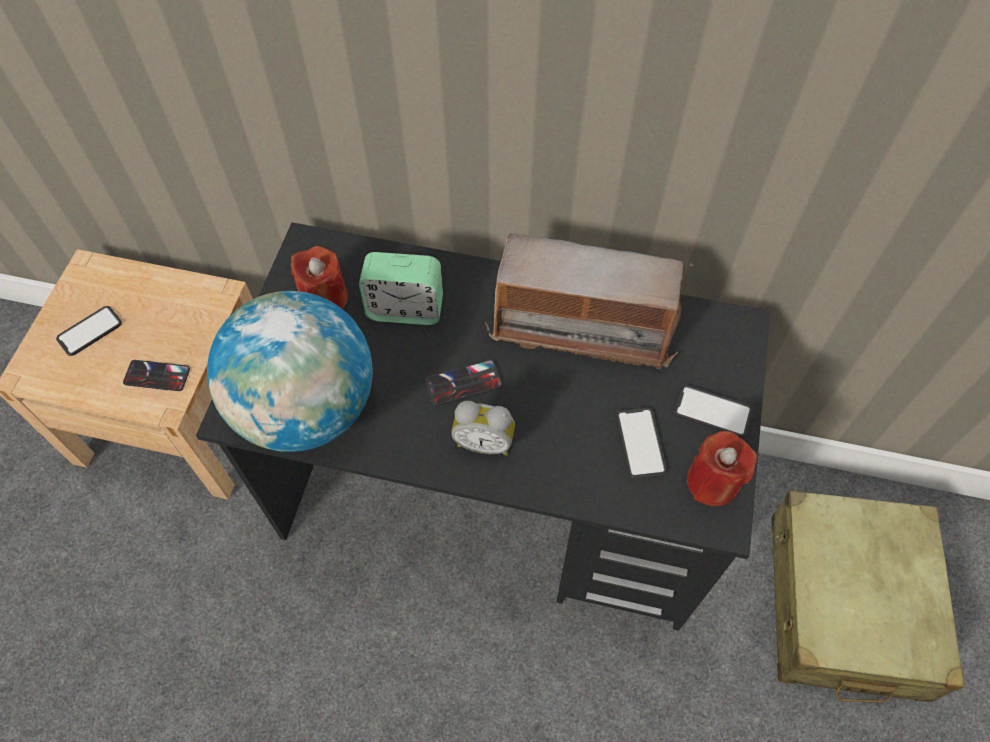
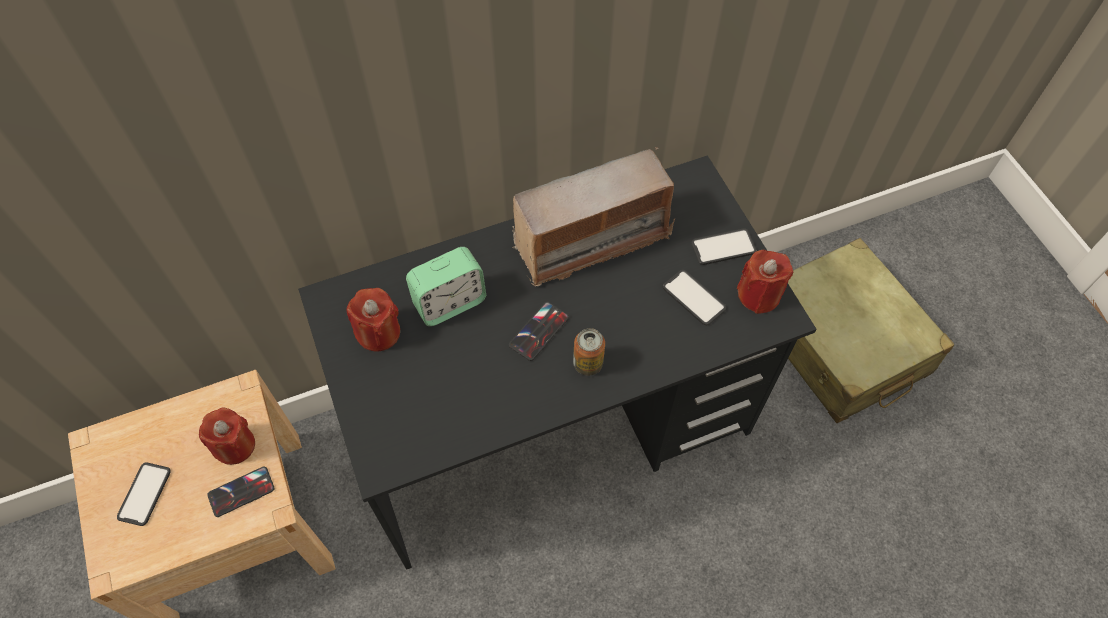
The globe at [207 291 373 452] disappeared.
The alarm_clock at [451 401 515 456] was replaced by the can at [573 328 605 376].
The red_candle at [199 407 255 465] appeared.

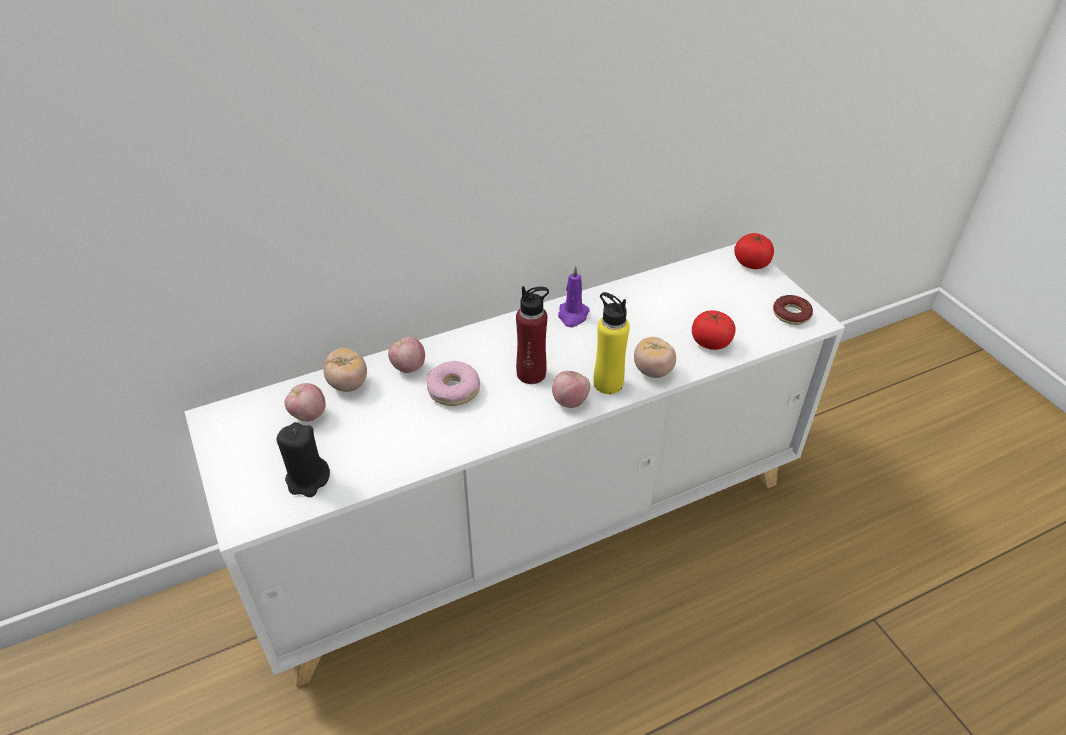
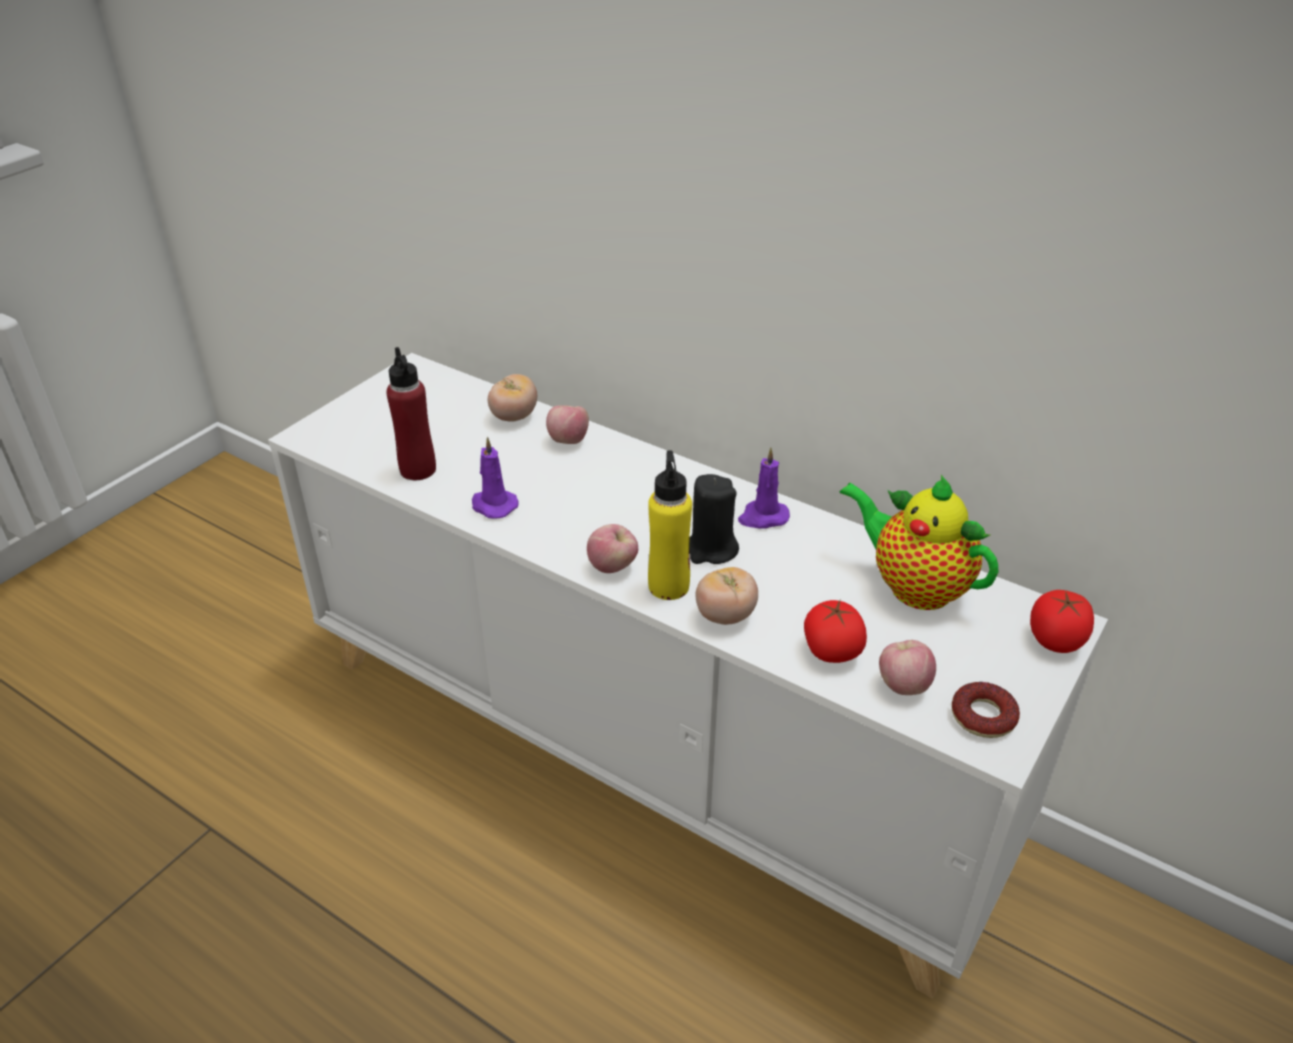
The red_bottle moved from [516 286 549 384] to [386 347 436 480].
The donut at [426 361 480 406] disappeared.
The apple moved from [285 383 326 421] to [879 640 936 695].
The black_candle moved from [277 422 330 497] to [689 474 739 564].
The purple_candle at [472 437 518 518] appeared.
The teapot at [839 475 998 610] appeared.

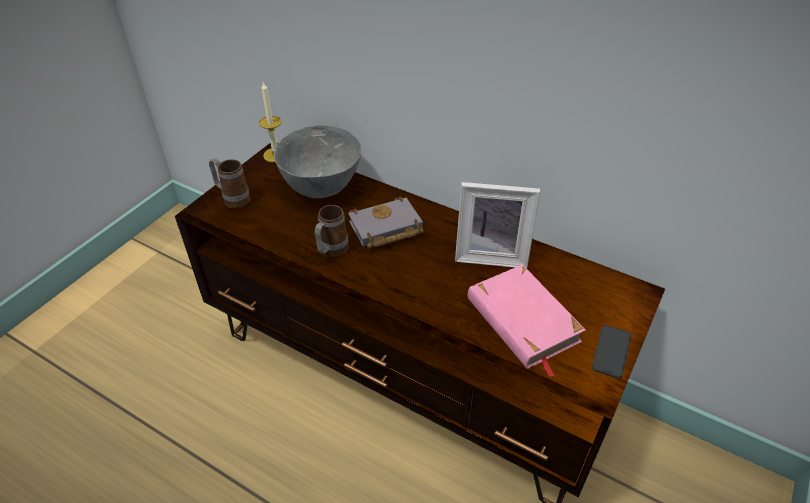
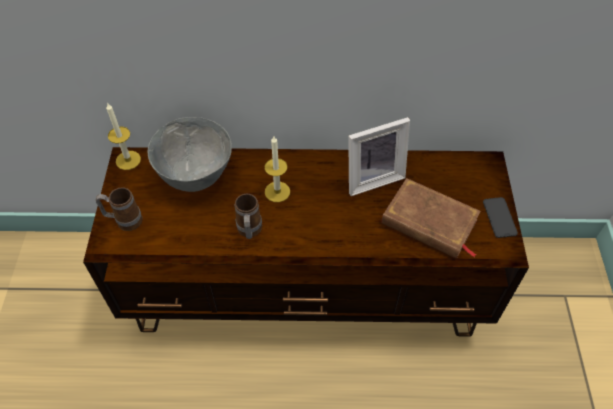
The grey_book at [348 197 424 249] was replaced by the candle at [264 136 290 202].
The pink_book at [468 264 585 378] became the brown_book at [381 178 481 259].

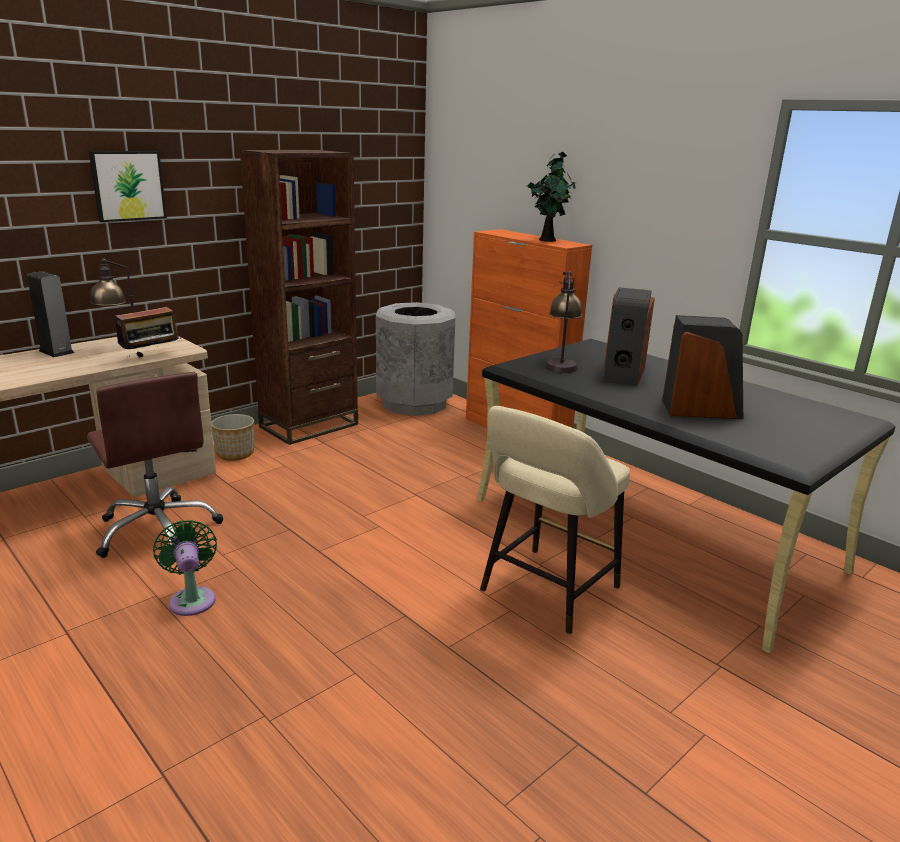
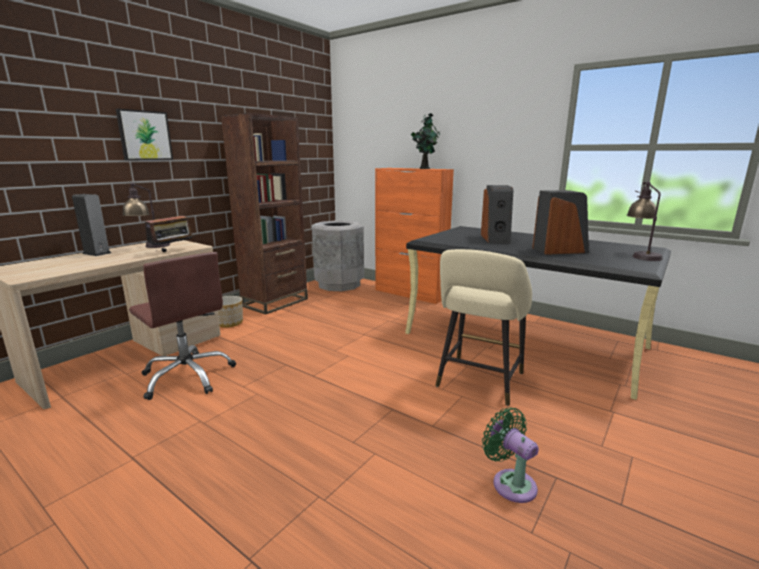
The table_lamp moved from [545 271 582 373] to [627 181 663 261].
The green_fan moved from [153 520 217 616] to [482 407 539 503].

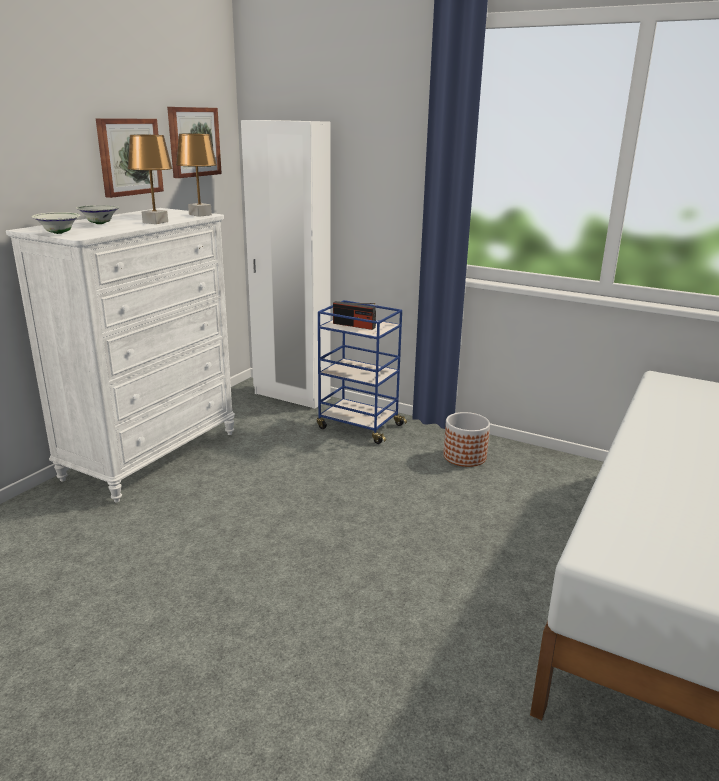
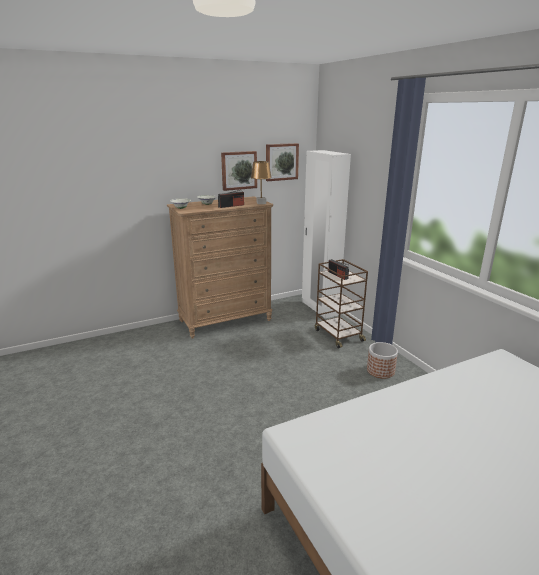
The brown_table_lamp at [128 135 172 224] was replaced by the radio at [218 190 244 208].
The white_dresser at [6 208 235 503] became the brown_dresser at [167 196 273 338].
The blue_cart at [317 300 407 444] became the brown_cart at [315 259 368 348].

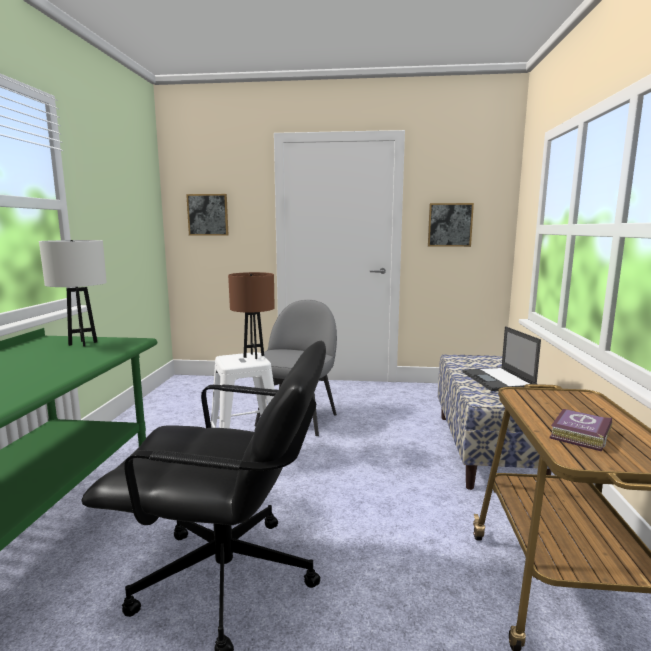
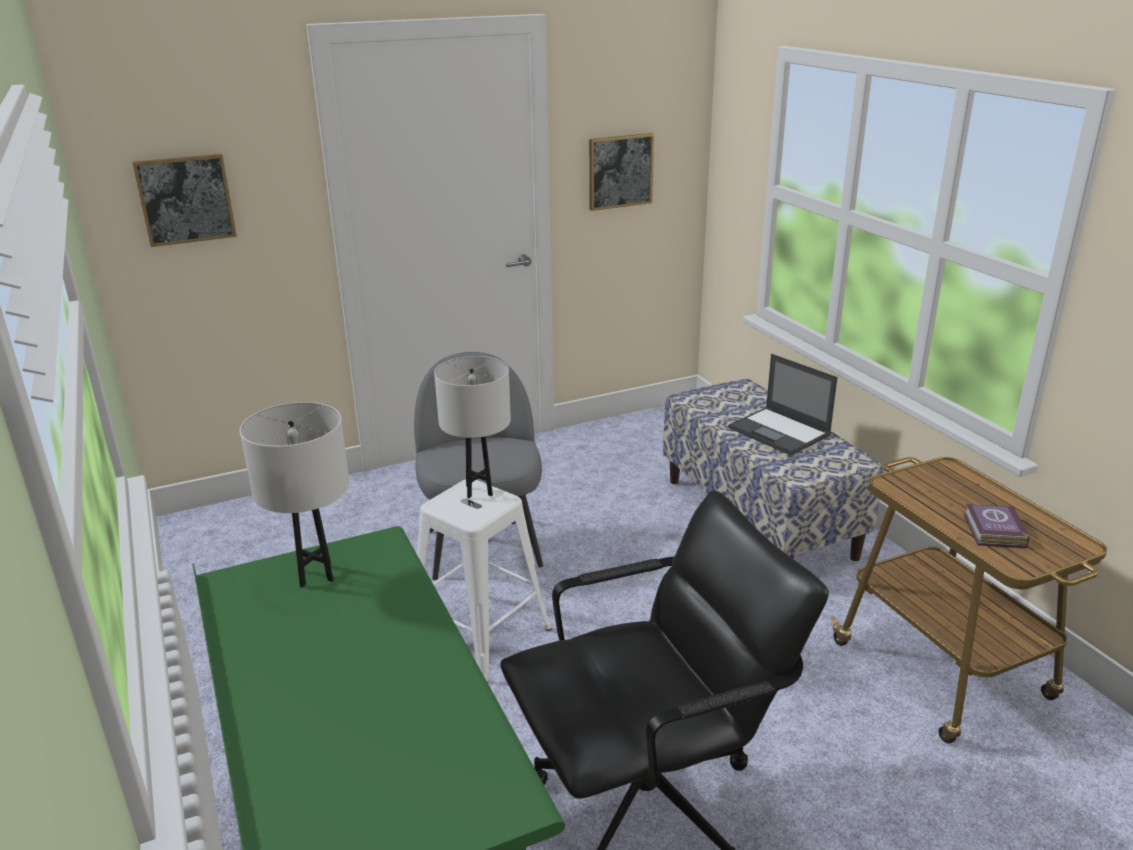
The brown_table_lamp at [228 272 275 359] became the white_table_lamp at [434 356 511 498].

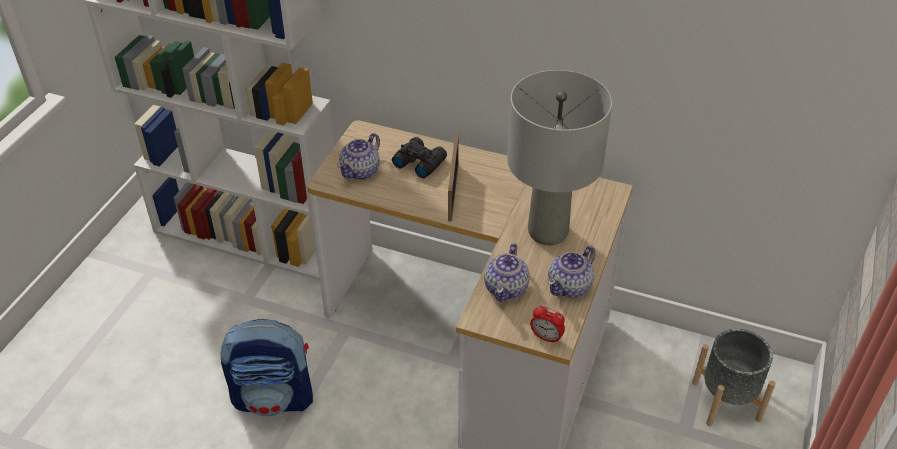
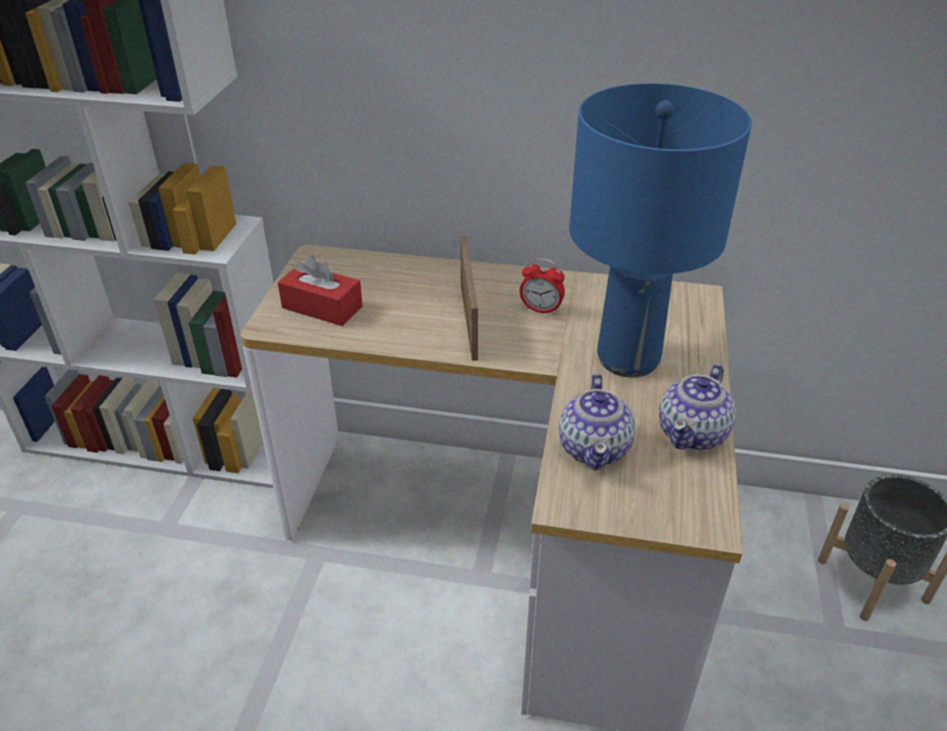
The grey_table_lamp at [507 70 612 245] became the blue_table_lamp at [569 83 752 378].
The teapot at [337 133 380 180] was replaced by the red_tissue_box at [278 255 363 326].
The black_binoculars at [392 137 447 178] disappeared.
The alarm_clock moved from [530 305 565 344] to [520 258 565 315].
The backpack at [220 319 313 417] disappeared.

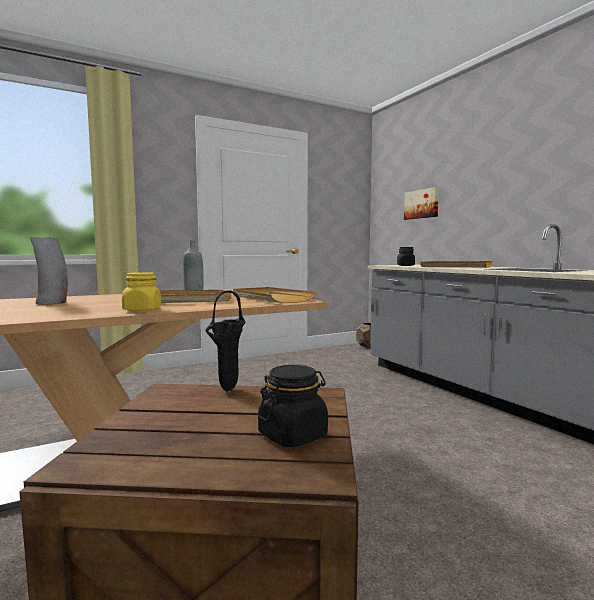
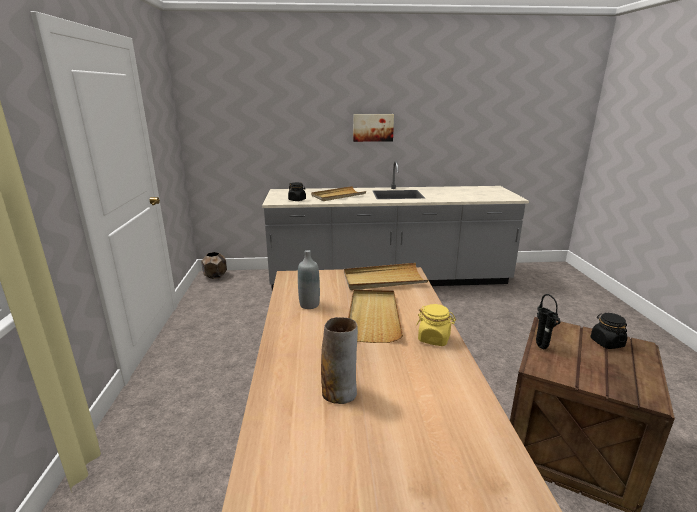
The picture moved from [404 187 439 220] to [353 114 394 142].

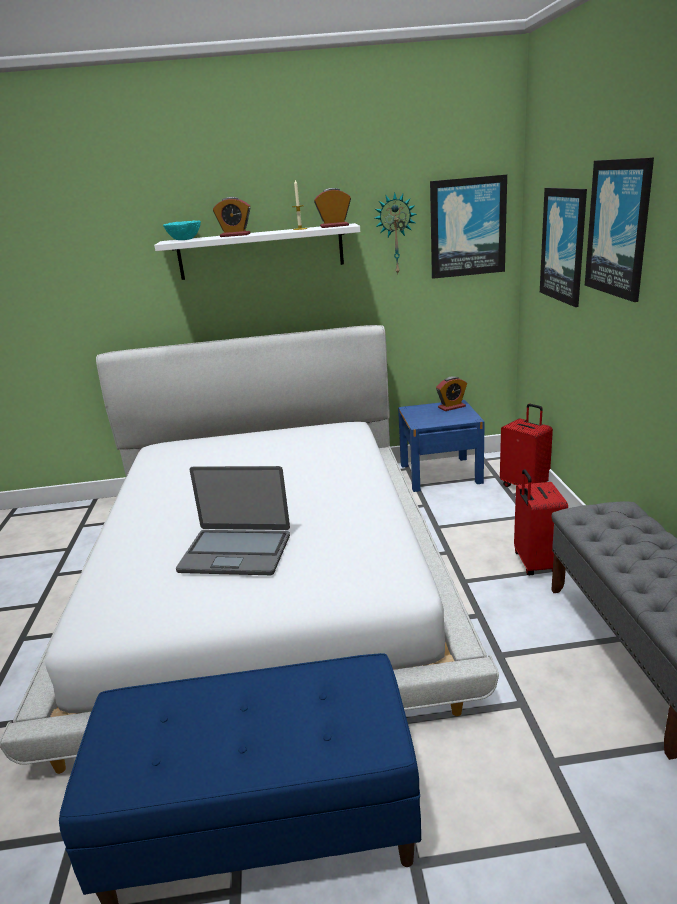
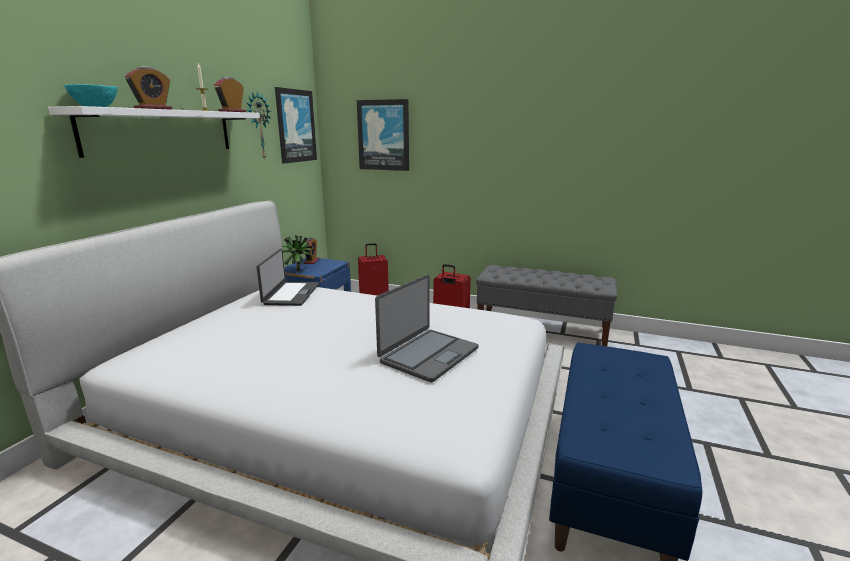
The picture at [585 157 654 302] disappeared.
The potted_plant at [282 235 313 271] appeared.
The laptop at [256 249 319 306] appeared.

